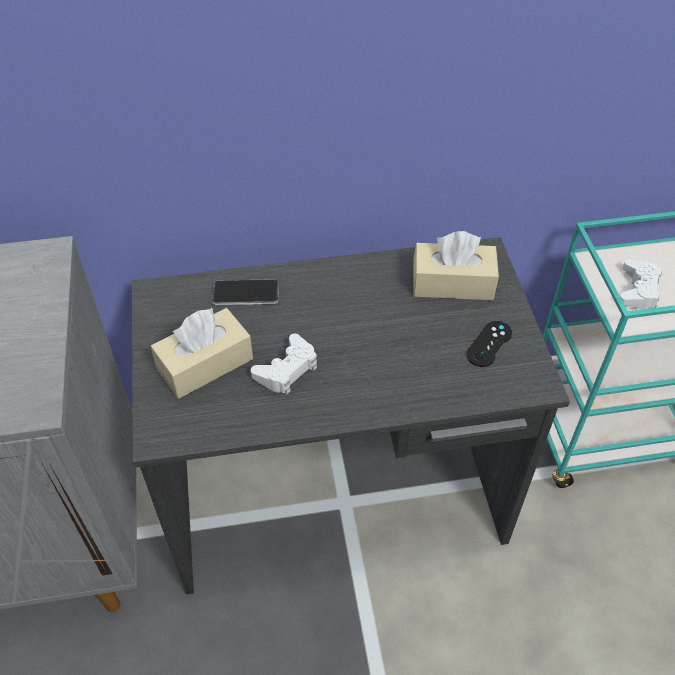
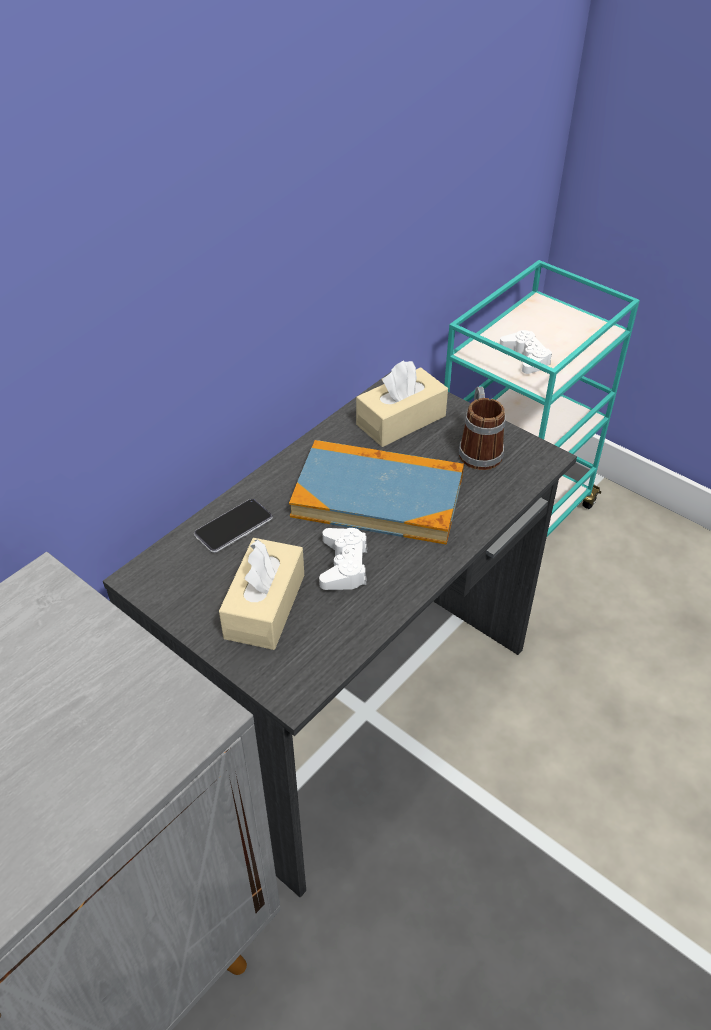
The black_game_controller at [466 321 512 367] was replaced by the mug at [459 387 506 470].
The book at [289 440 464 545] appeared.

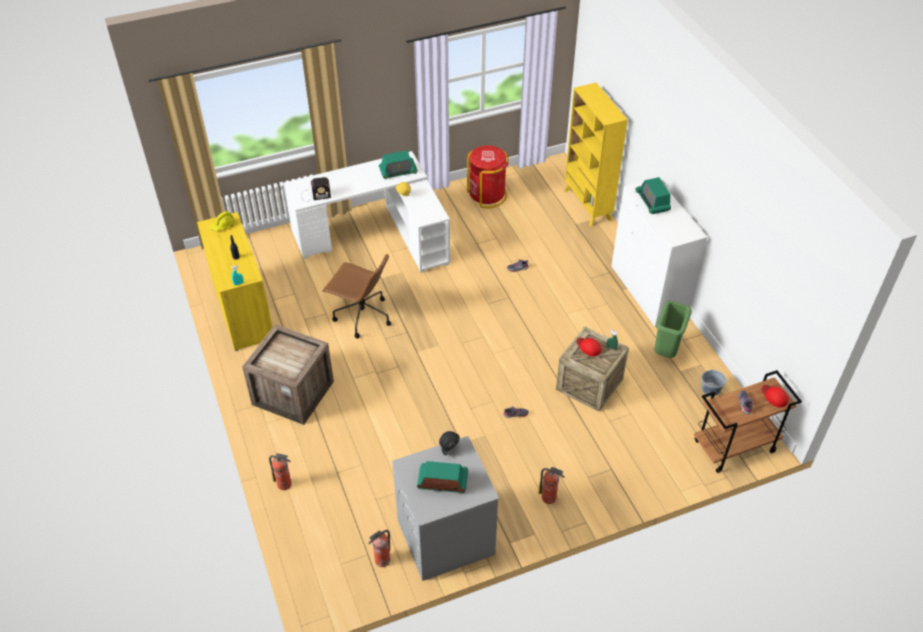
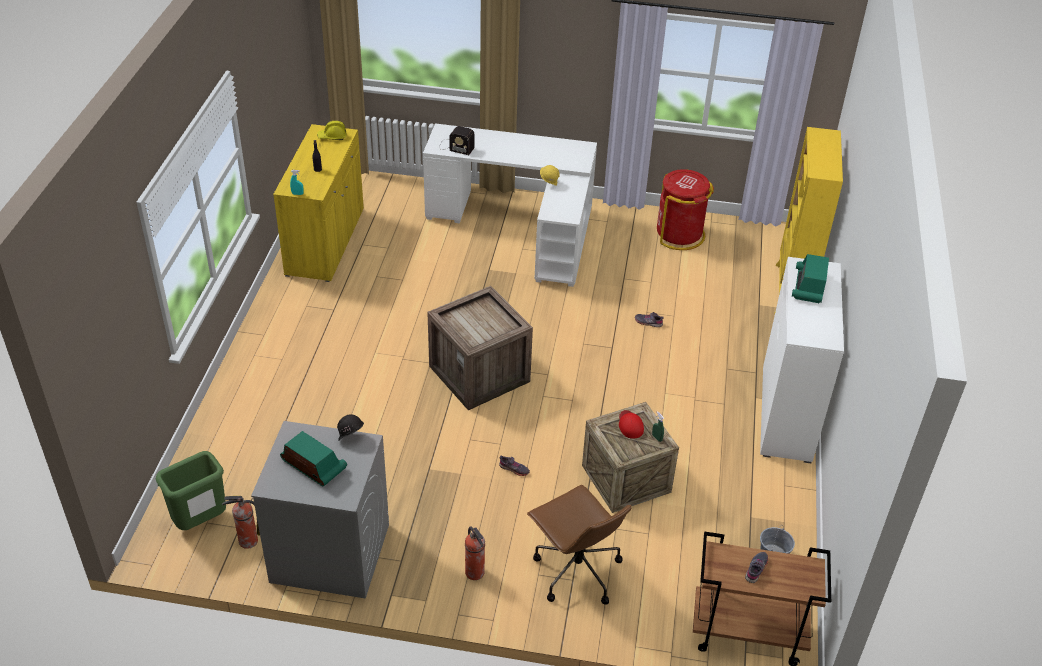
The radio at [379 150 418 179] disappeared.
The brown_office_chair moved from [323 254 391 338] to [527 485 632 605].
The green_trash_can moved from [655 301 692 358] to [156 451 226 530].
The crate moved from [242 324 334 425] to [427 286 533 410].
The red_cap at [762 385 789 408] disappeared.
The fire_extinguisher at [269 453 292 490] disappeared.

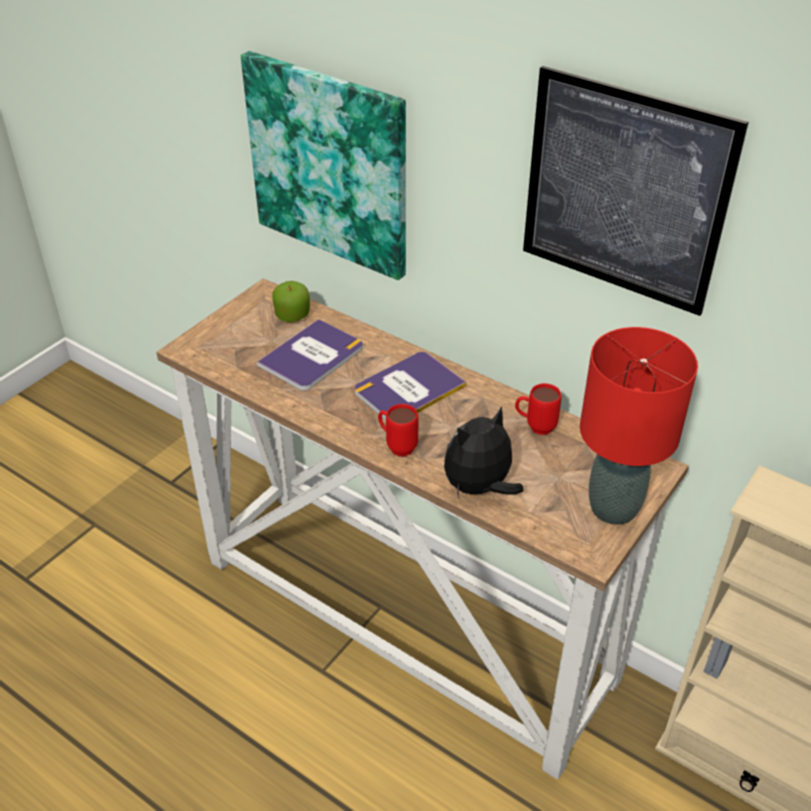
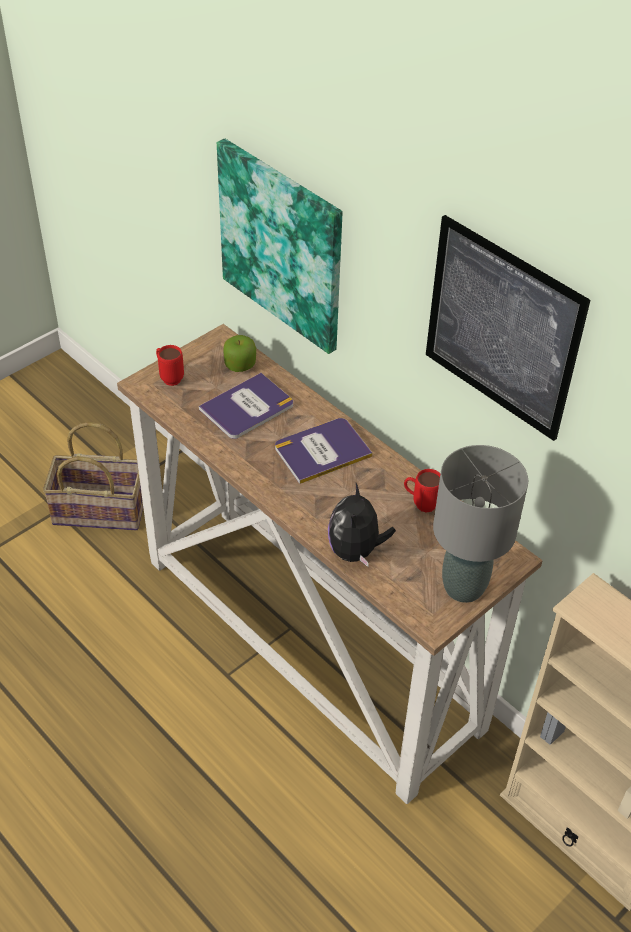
The red_table_lamp at [580 327 698 525] became the grey_table_lamp at [433 445 528 603].
The red_mug moved from [378 404 418 456] to [156 345 184 386].
The plush_toy at [444 406 523 499] turned 60 degrees counterclockwise.
The basket at [43 422 143 530] appeared.

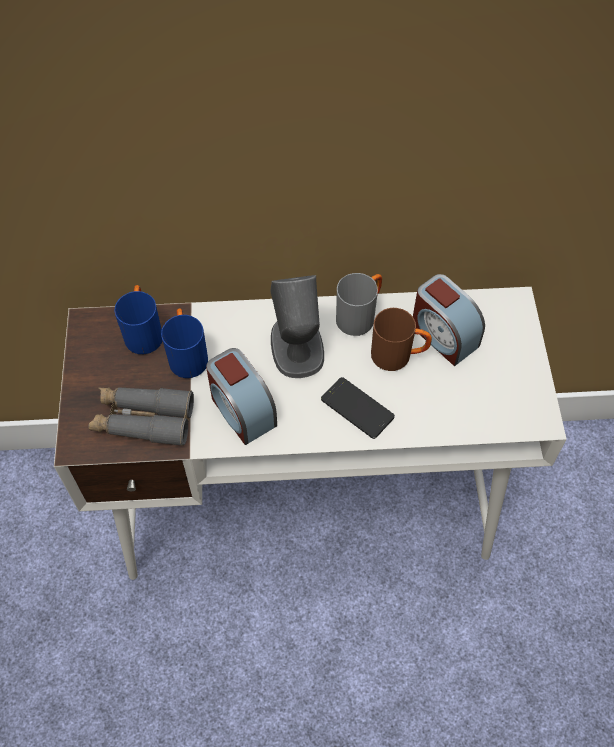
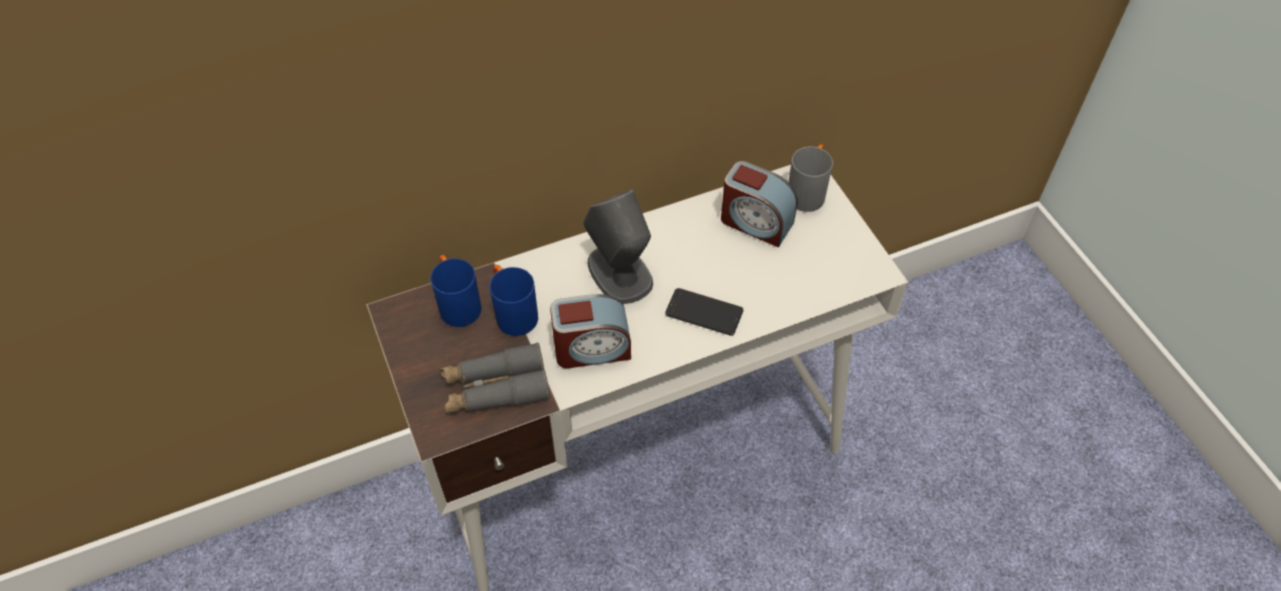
The grey_mug moved from [336 273 382 336] to [788 144 833 212].
The brown_mug at [371 308 432 371] disappeared.
The alarm_clock at [206 348 277 445] turned 45 degrees counterclockwise.

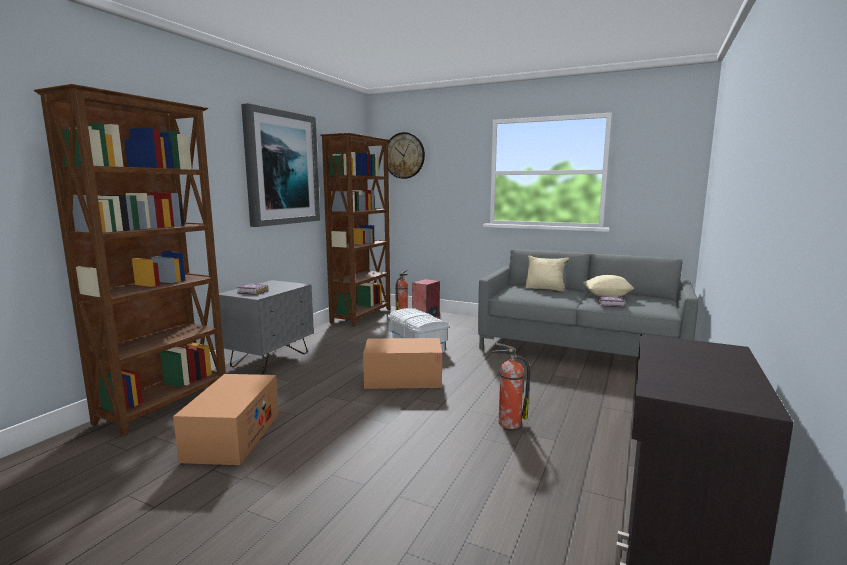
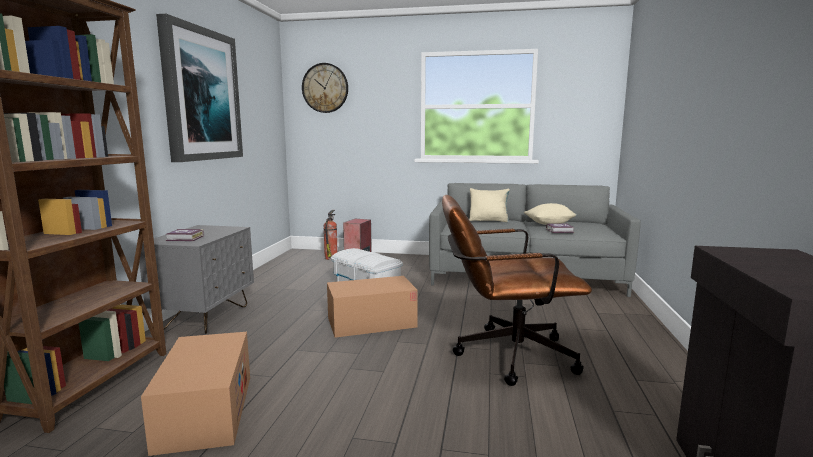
The brown_bookcase at [320 133 391 327] disappeared.
The fire_extinguisher at [491 343 530 429] was replaced by the brown_office_chair at [442 195 592 386].

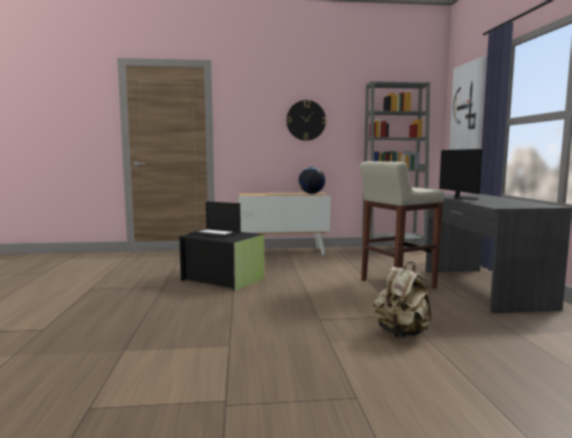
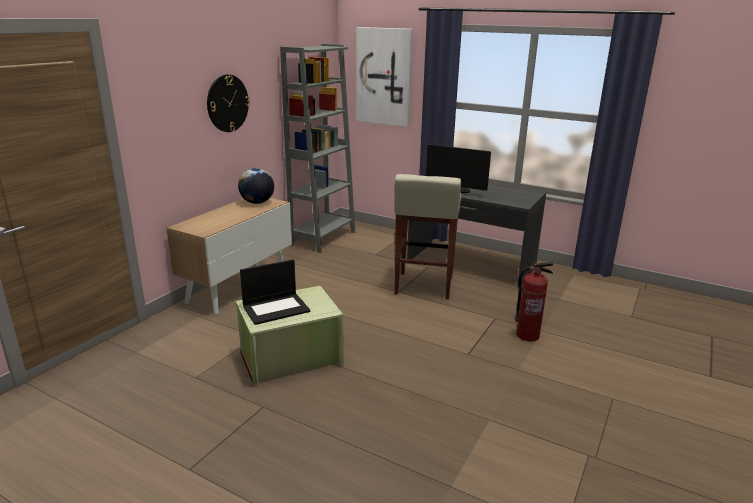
The black_storage_box at [178 232 264 291] became the green_storage_box at [236 286 344 387].
The beige_backpack at [374 262 431 338] was replaced by the fire_extinguisher at [515 262 553 342].

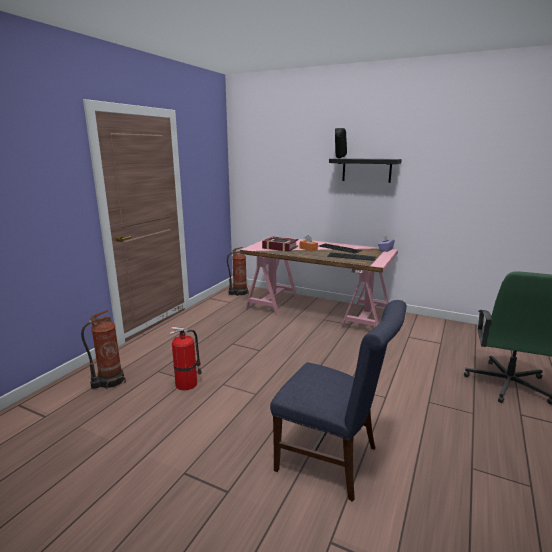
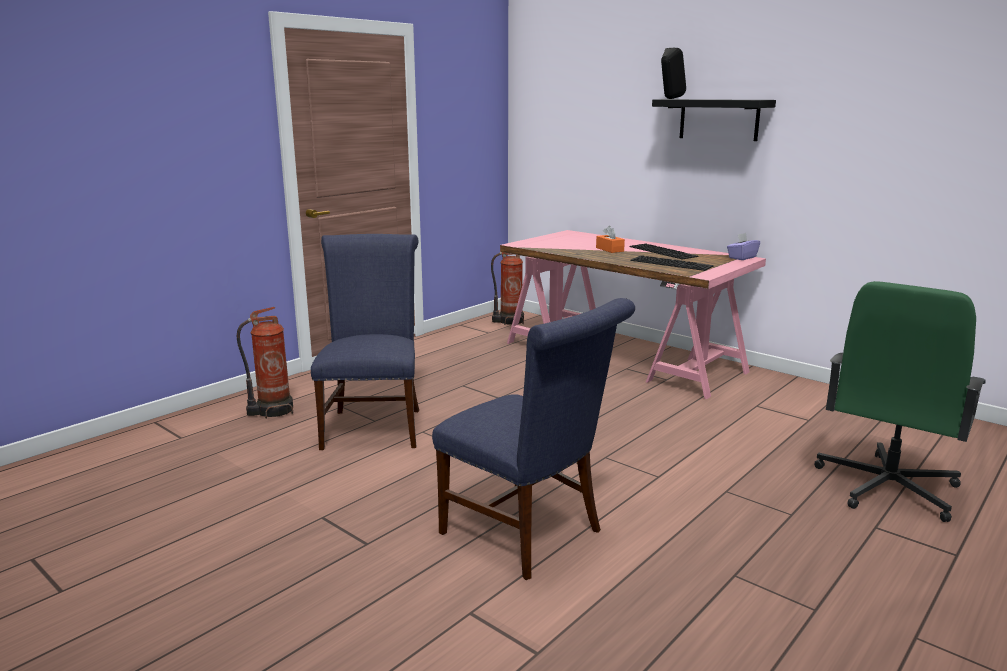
The book at [262 236 298 252] disappeared.
The fire_extinguisher at [169 327 202 391] was replaced by the blue_chair at [311 234 419 450].

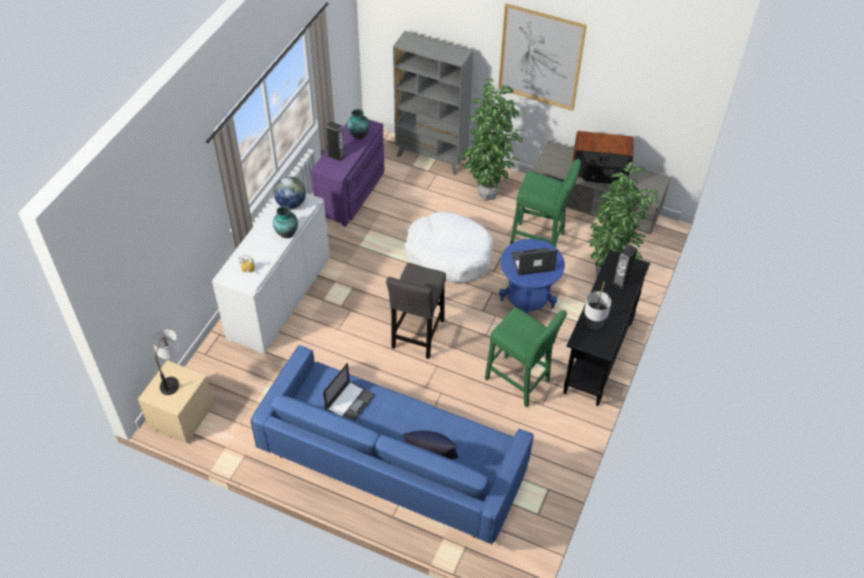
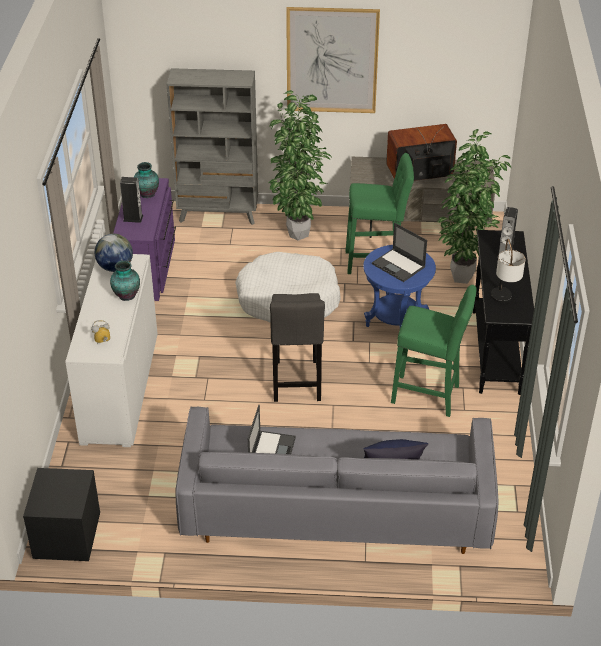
The laptop at [511 248 558 275] turned 105 degrees counterclockwise.
The table_lamp at [152 329 180 395] disappeared.
The blue_sofa at [251 345 534 545] became the grey_sofa at [176 407 499 554].
The beige_nightstand at [138 360 214 443] became the black_nightstand at [23 468 100 561].

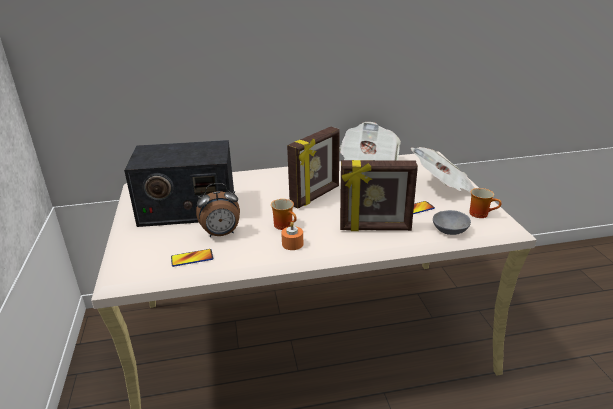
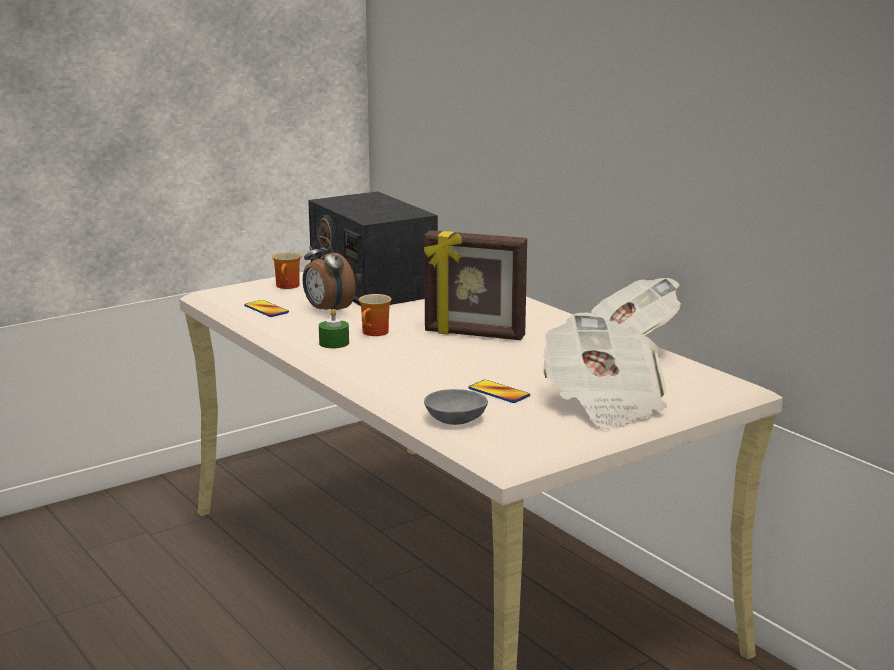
The picture_frame at [340 160 418 231] disappeared.
The mug moved from [469 188 501 218] to [272 252 301 289].
The orange_candle at [281 222 304 250] became the green_candle at [319 309 349 348].

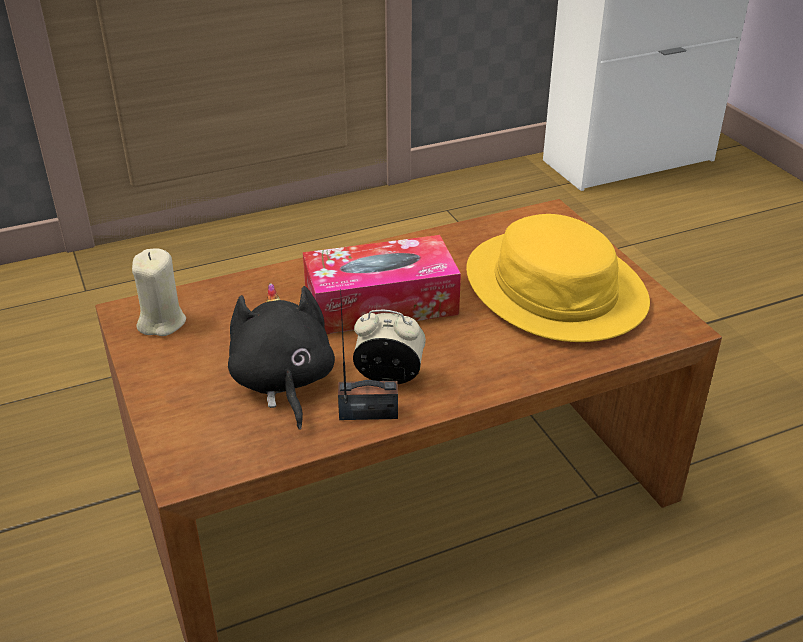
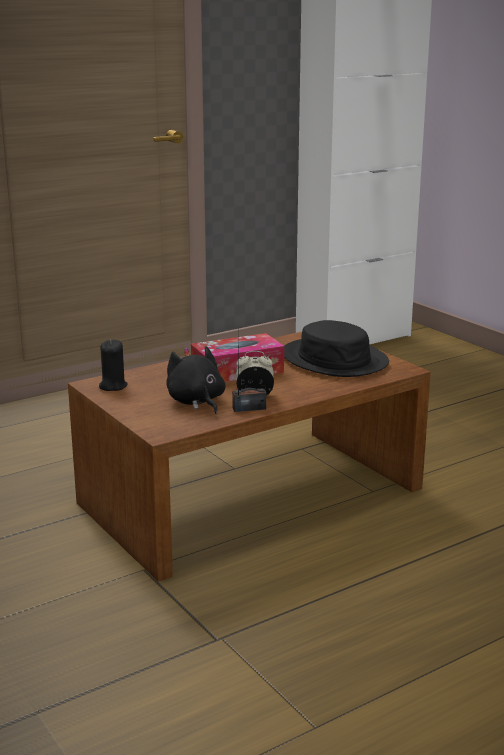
The yellow_hat at [466 214 650 342] became the black_hat at [284 320 389 377].
The beige_candle at [132 248 186 336] became the black_candle at [99 340 128 391].

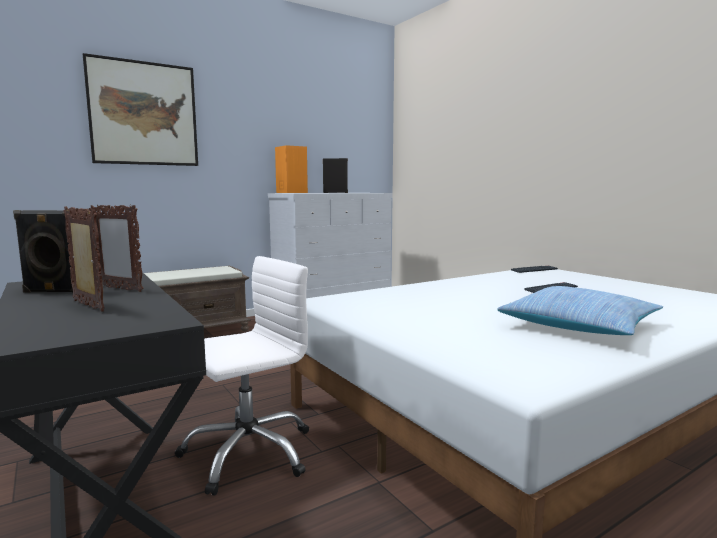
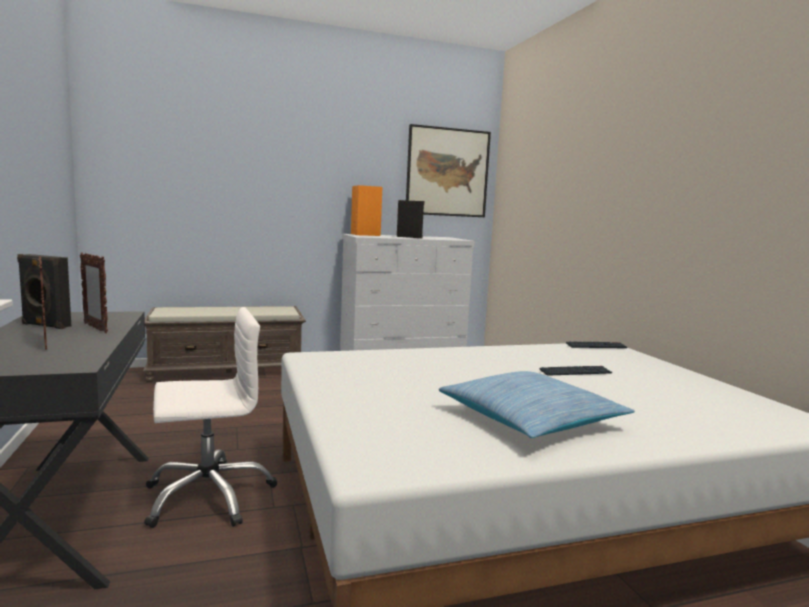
The picture moved from [83 53 198 166] to [406 124 491 217].

